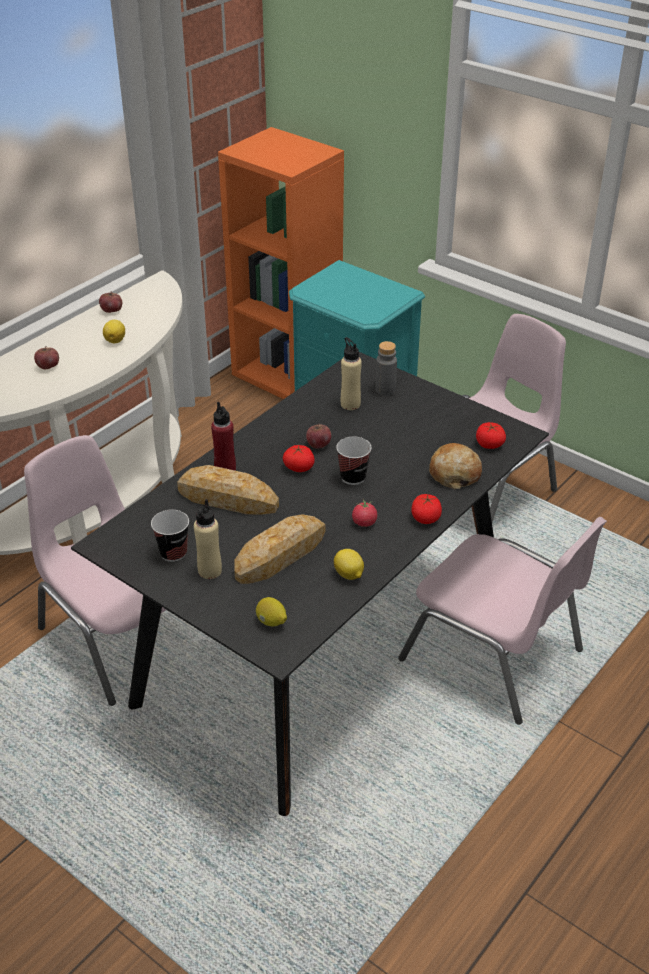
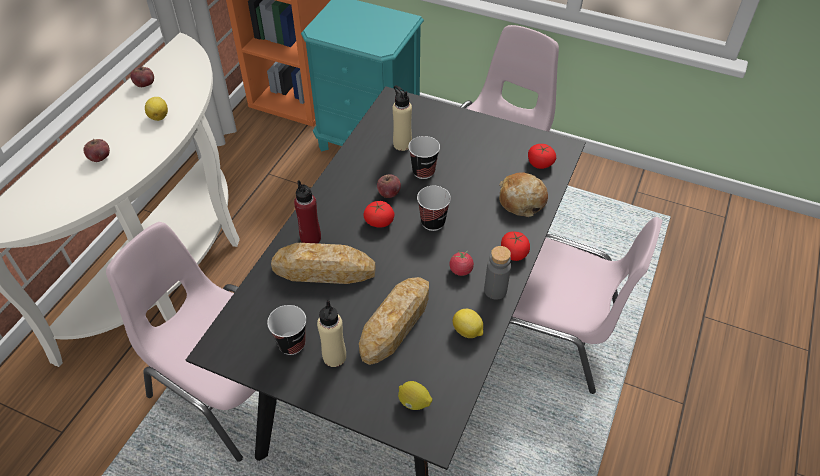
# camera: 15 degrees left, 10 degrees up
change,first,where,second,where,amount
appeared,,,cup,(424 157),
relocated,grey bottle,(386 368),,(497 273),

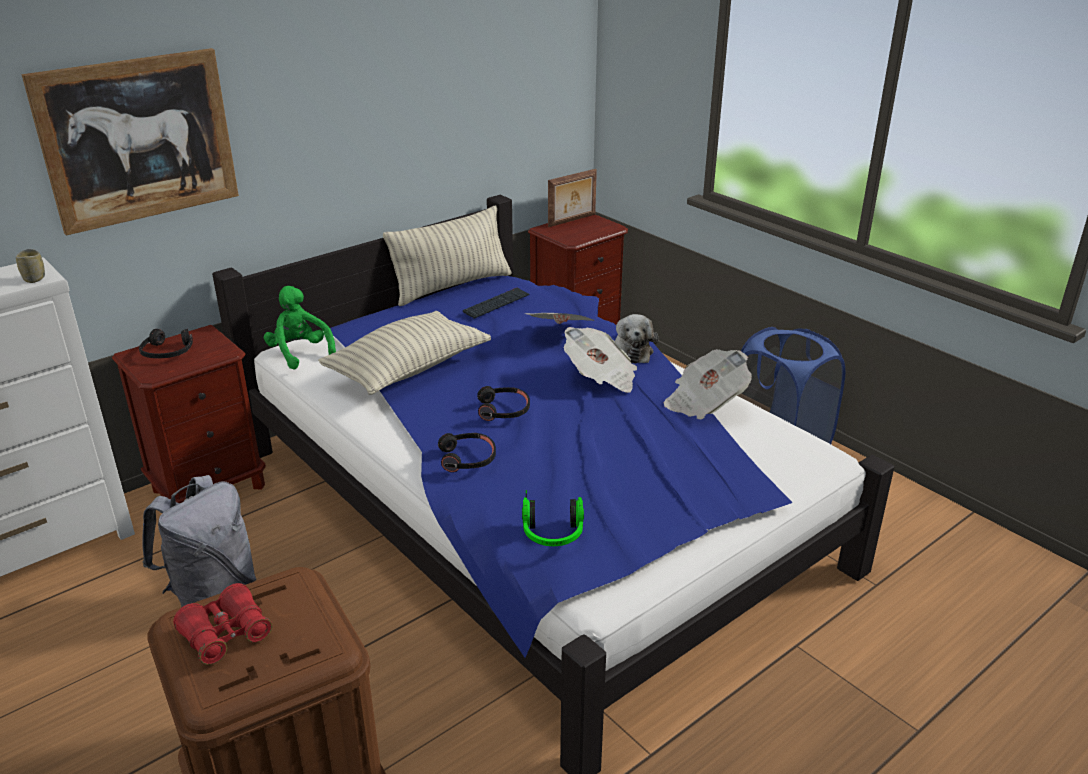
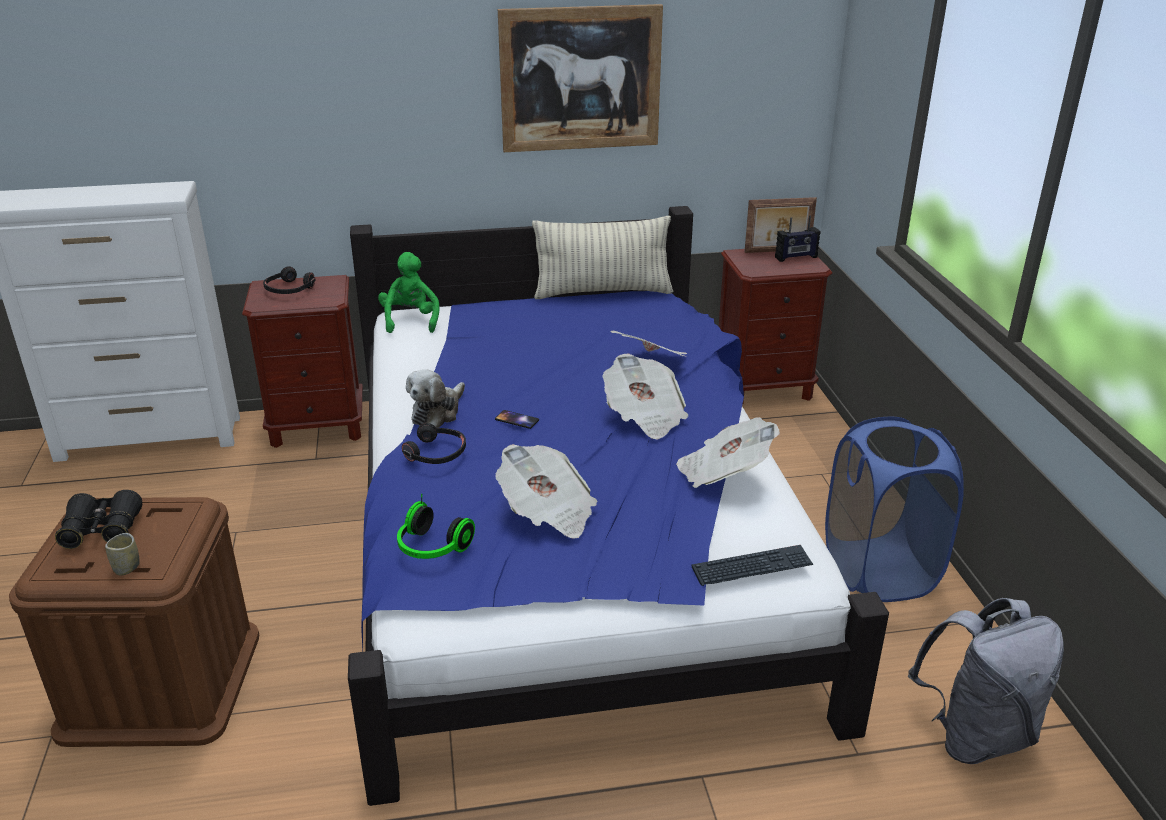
# camera: 30 degrees right, 0 degrees up
change,first,where,second,where,amount
missing,pillow,(404 353),,,
appeared,,,newspaper,(546 491),
appeared,,,radio,(798 238),
relocated,cup,(30 266),,(122 554),
relocated,picture,(130 141),,(580 78),
relocated,grey backpack,(199 541),,(986 681),
relocated,keyboard,(496 303),,(752 565),
relocated,plush toy,(636 338),,(435 398),
exchanged,black headphones,(503 403),phone,(517 419),
colour,red binoculars,(222 624),black binoculars,(98 519),

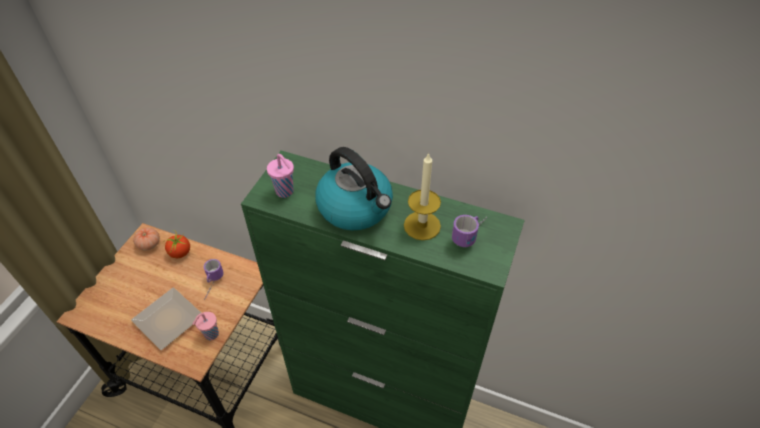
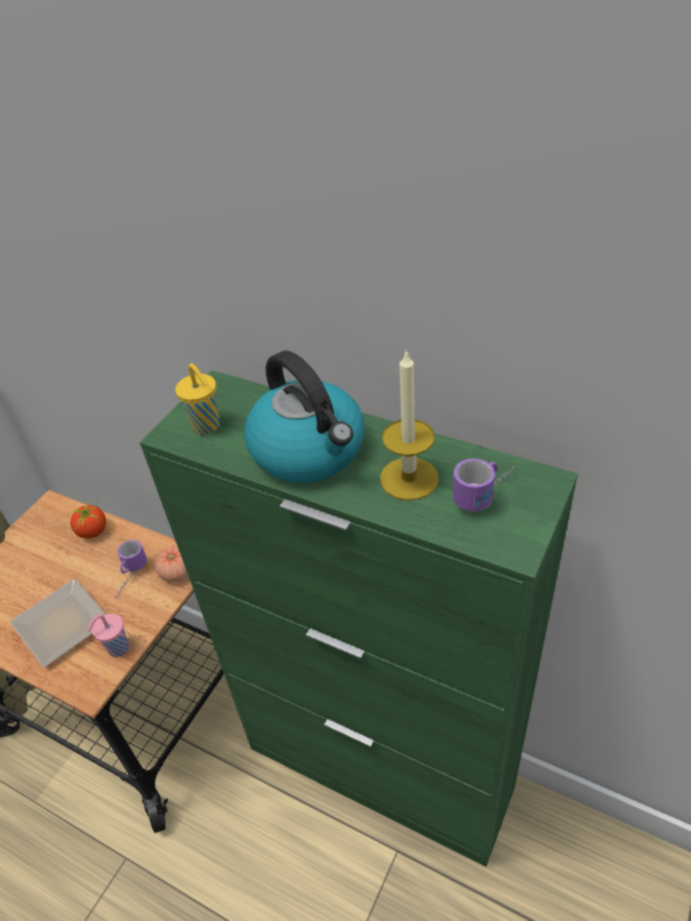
# camera: 10 degrees right, 5 degrees down
change,first,where,second,where,amount
relocated,tomato,(146 239),,(171 564),
colour,pink cup,(280 176),yellow cup,(197 399),

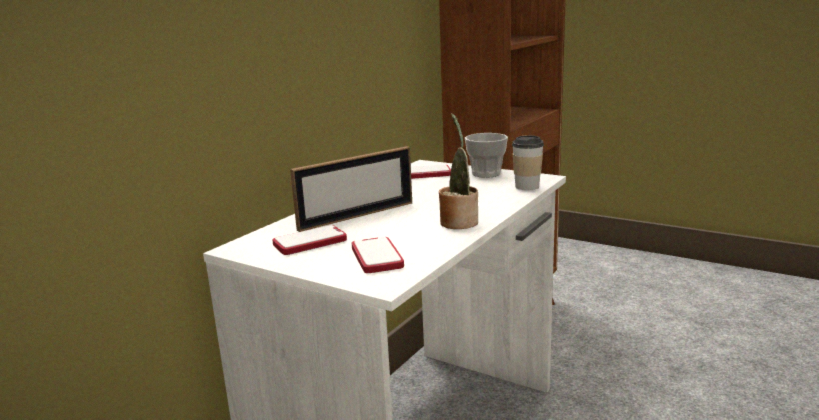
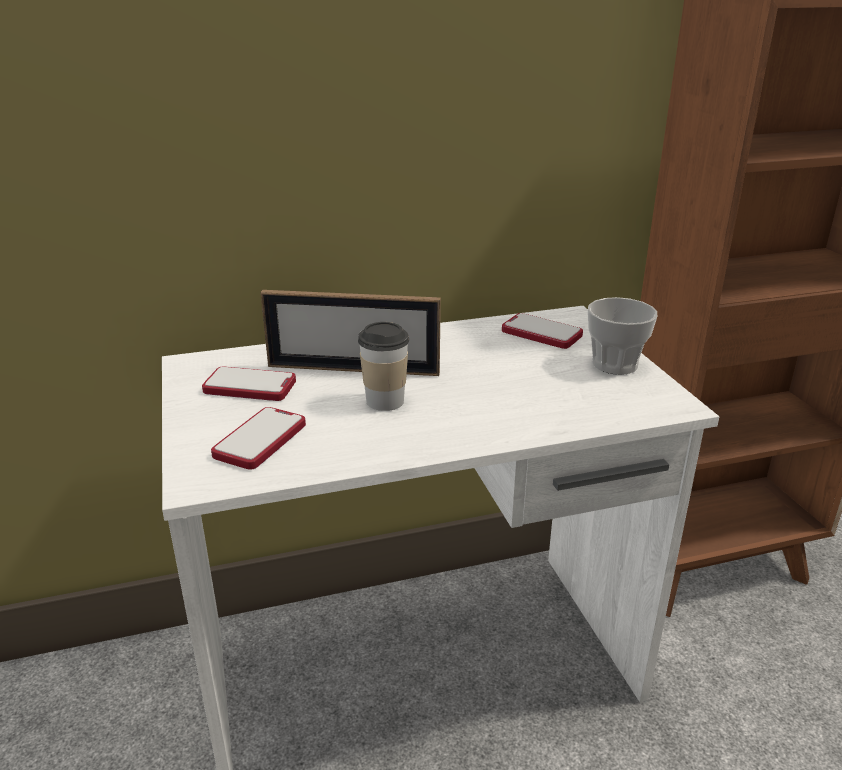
# camera: 40 degrees right, 10 degrees up
change,first,where,second,where,amount
missing,potted plant,(458 171),,,
relocated,cup,(528 162),,(383 366),

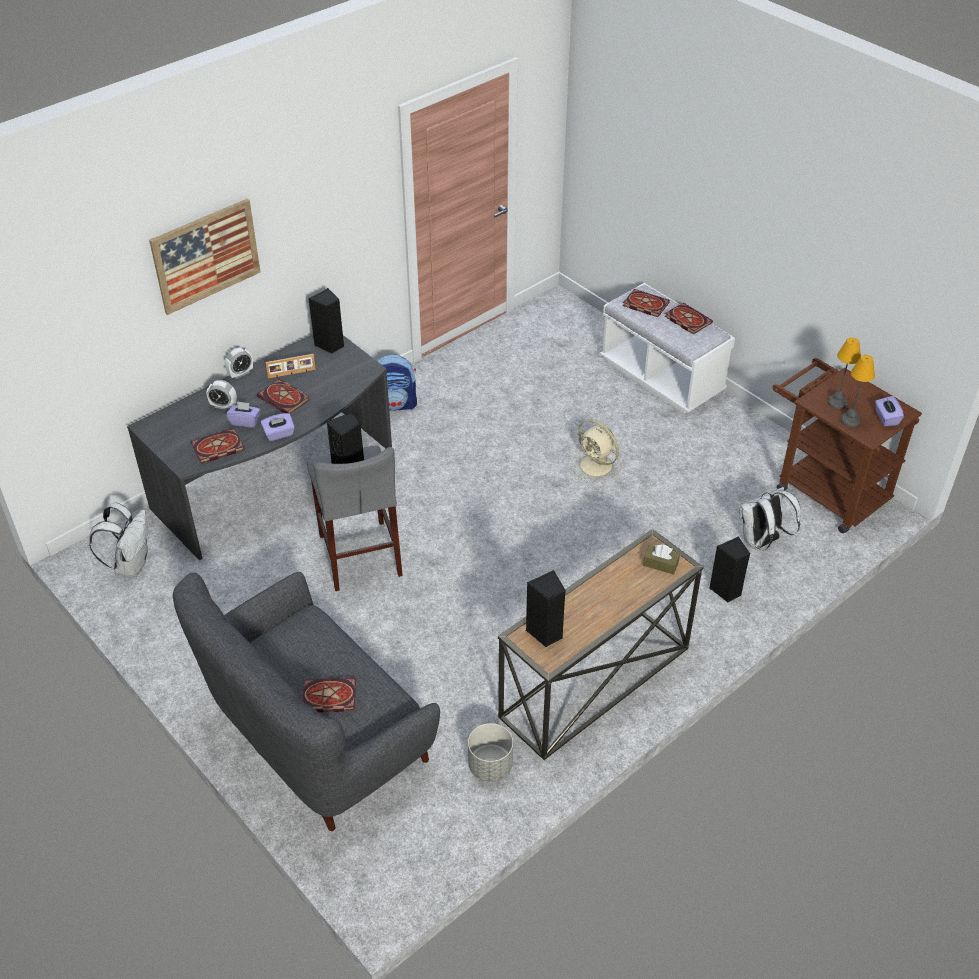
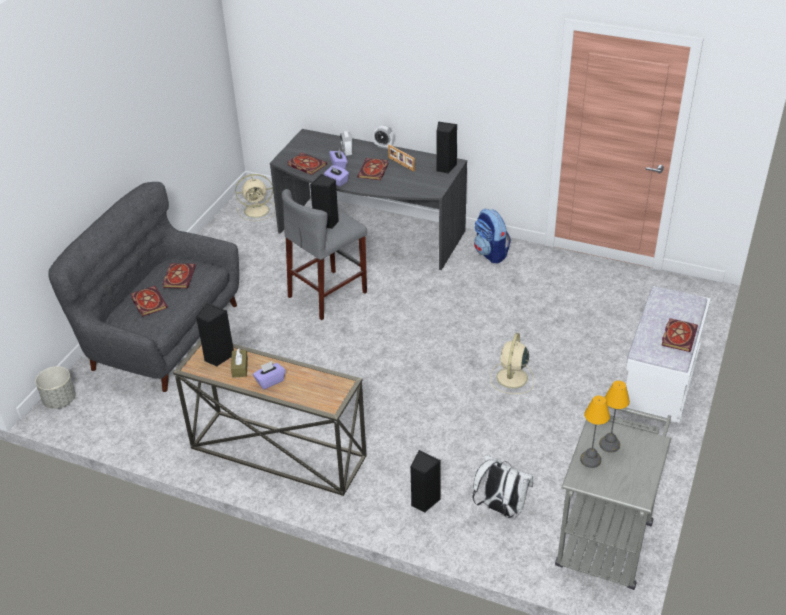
# camera: 65 degrees right, 5 degrees down
change,first,where,second,where,amount
missing,picture,(205 256),,,
relocated,grey planter,(490 752),,(55 387),
relocated,book,(646 303),,(179 275),
relocated,brown tissue box,(661 559),,(239 363),
relocated,purple tissue box,(889 411),,(269 375),
exchanged,white backpack,(118 539),beige fan,(255 197),
colour,brown cart,(847 445),grey cart,(613 498),

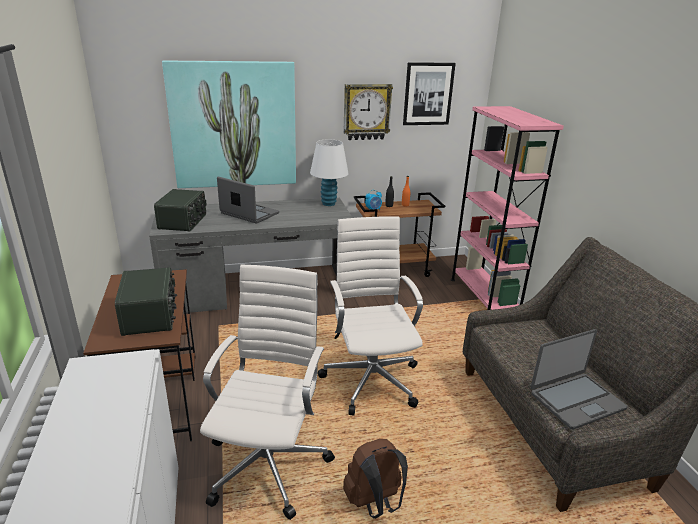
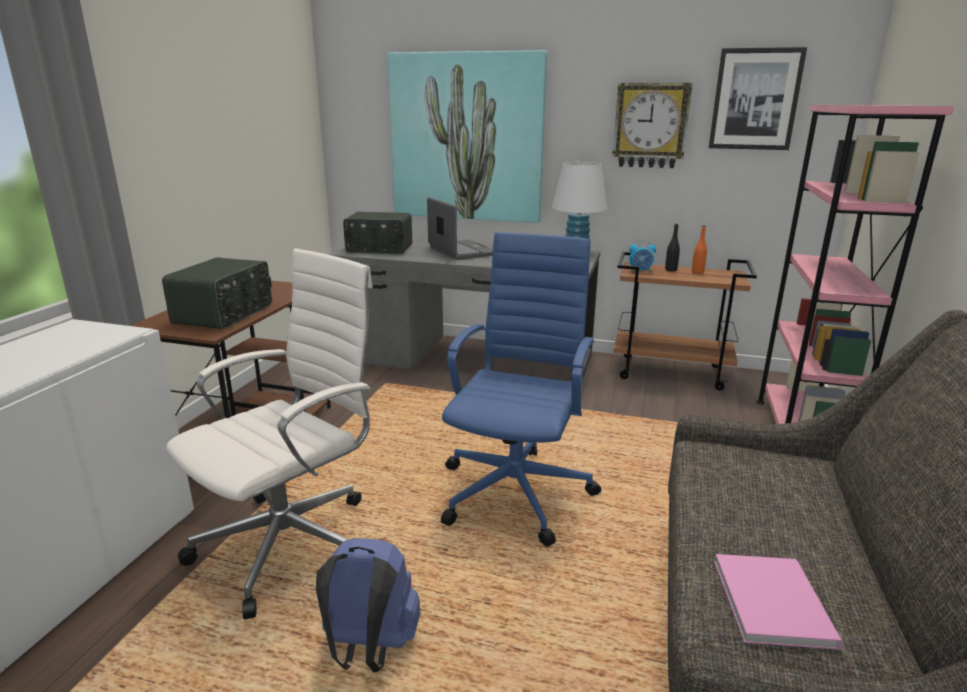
# camera: 30 degrees right, 5 degrees down
change,first,where,second,where,amount
exchanged,laptop,(579 379),pink book,(778 602),
colour,white office chair,(370 315),blue office chair,(521 389),
colour,brown backpack,(375 479),blue backpack,(368 605),
spun,radio,(180 210),,(377 233),60 degrees clockwise

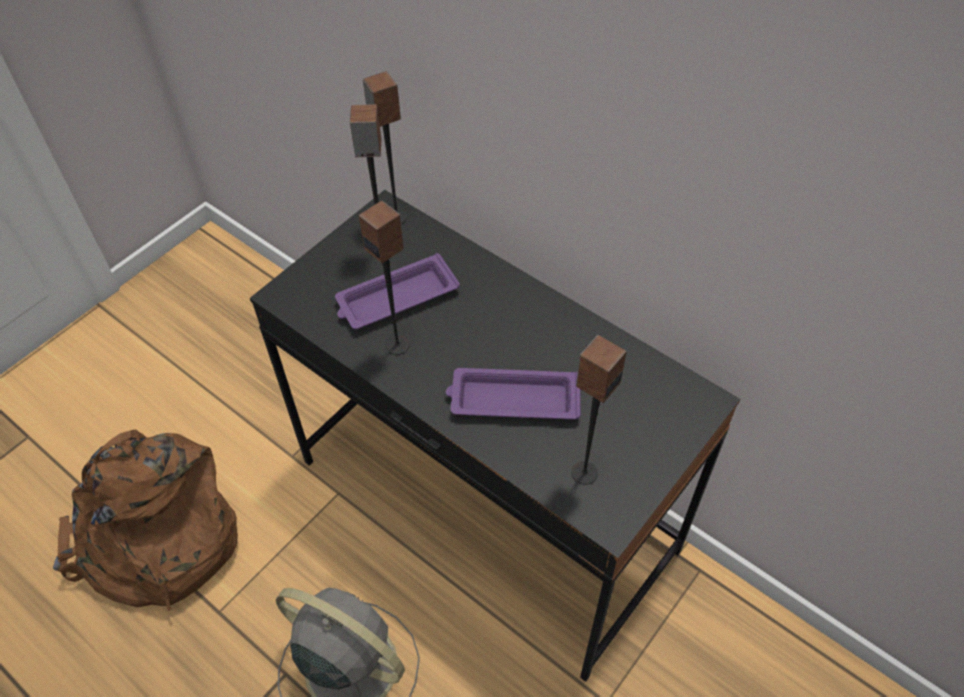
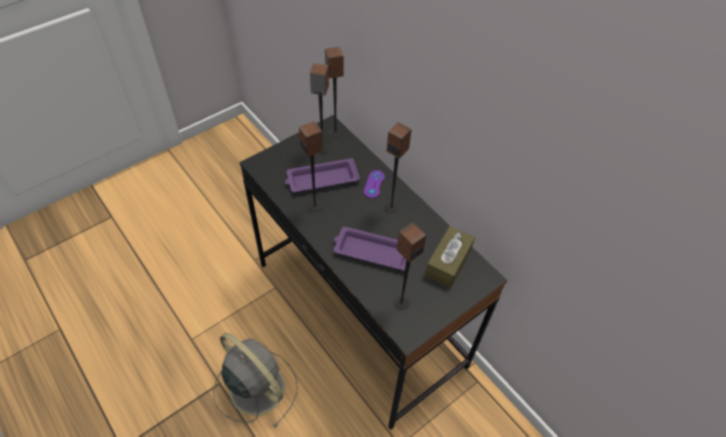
# camera: 10 degrees right, 0 degrees up
change,first,where,second,where,amount
missing,brown backpack,(145 521),,,
appeared,,,purple game controller,(374 184),
appeared,,,speaker,(398 167),
appeared,,,brown tissue box,(450 257),

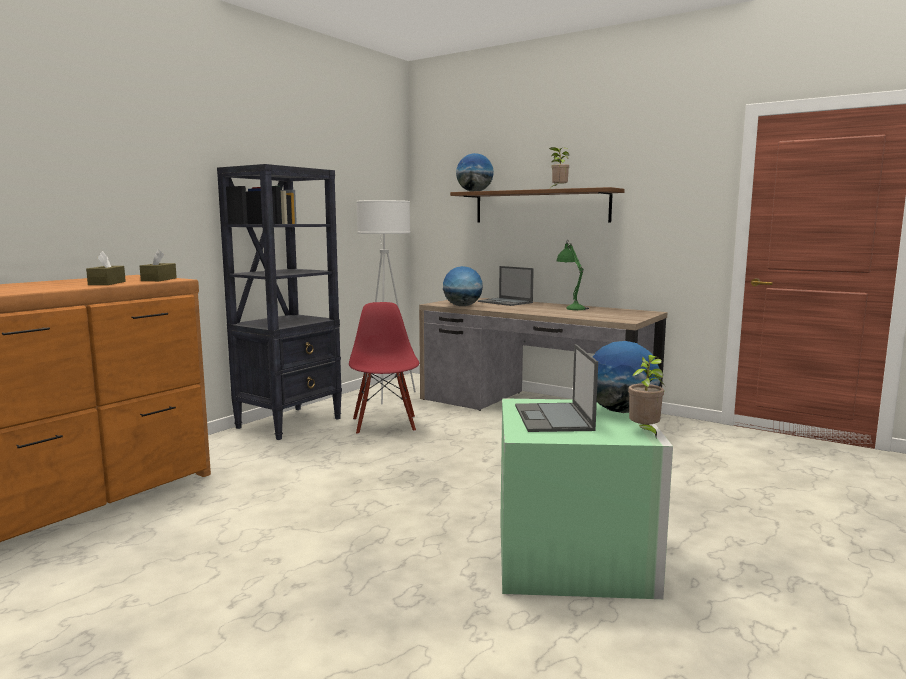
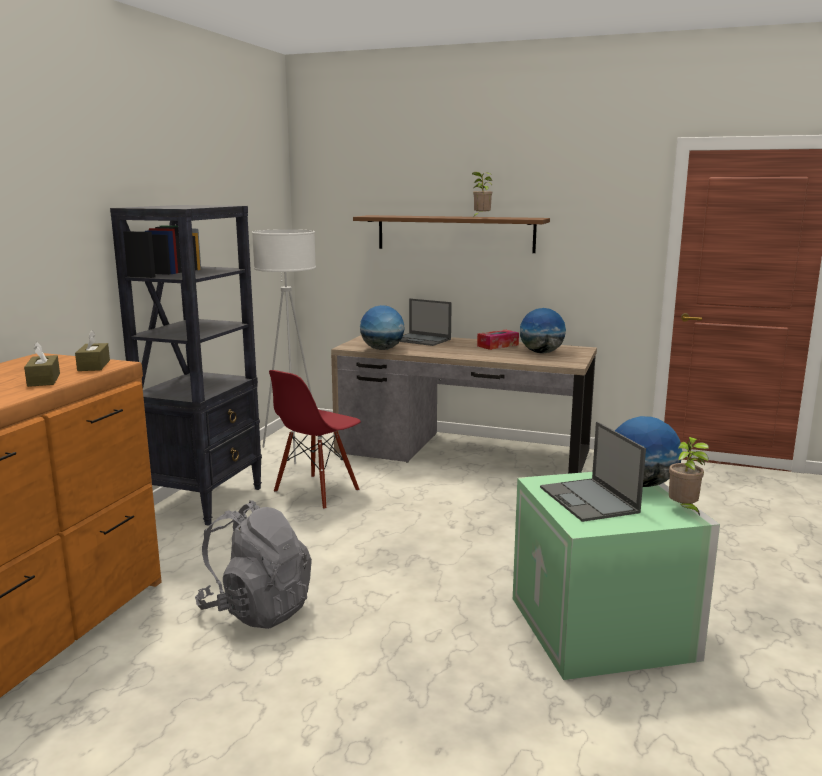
# camera: 15 degrees left, 5 degrees up
change,first,where,second,where,amount
appeared,,,grey backpack,(253 564),
relocated,globe,(475 172),,(543 331),
exchanged,green table lamp,(573 274),tissue box,(498 340),
spun,red chair,(384 368),,(315 440),120 degrees counterclockwise

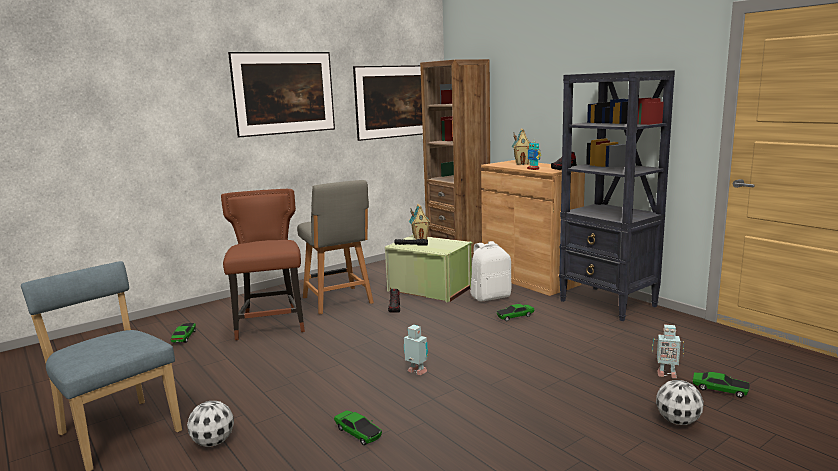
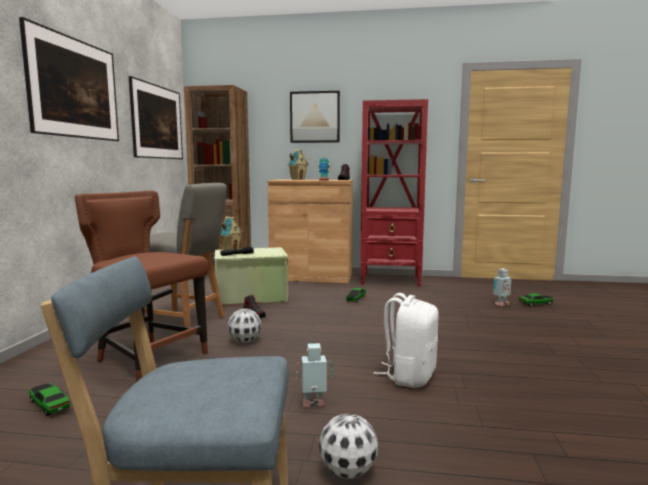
# camera: 45 degrees left, 5 degrees down
change,first,where,second,where,amount
missing,toy car,(358 427),,,
appeared,,,picture,(315 117),
relocated,toy robot,(416 350),,(314 375),
relocated,white backpack,(490 271),,(406 340),
relocated,football,(680 402),,(244 325),
colour,black bookcase,(617 195),red bookcase,(394 193),

